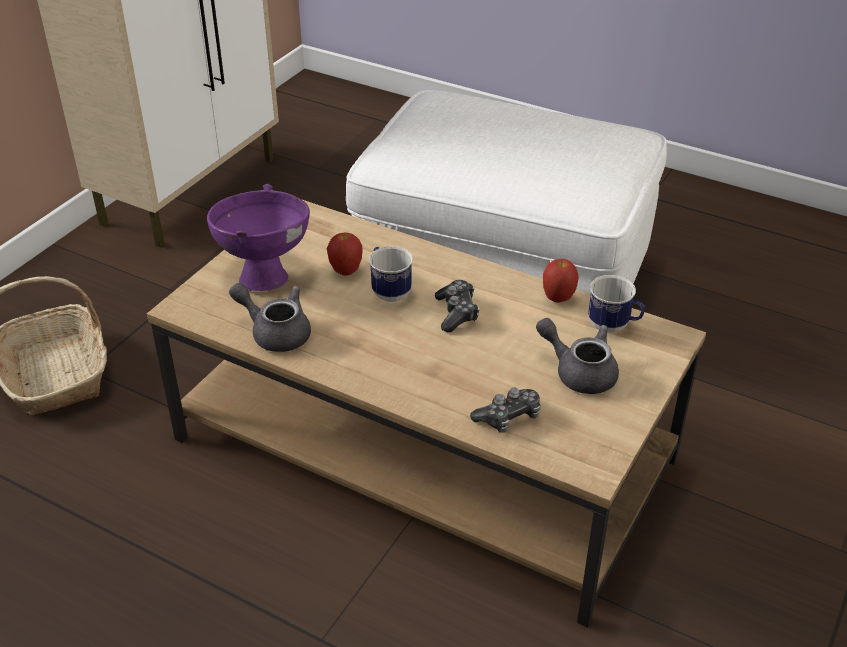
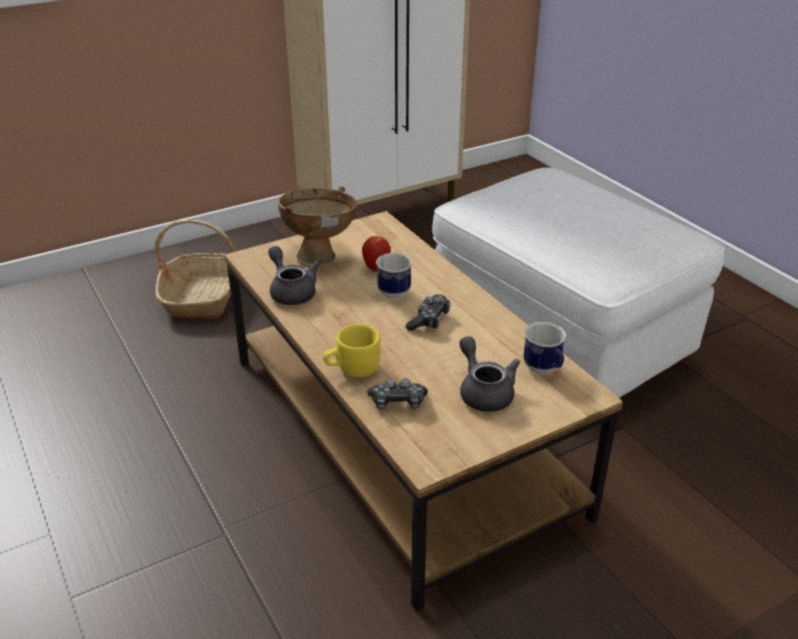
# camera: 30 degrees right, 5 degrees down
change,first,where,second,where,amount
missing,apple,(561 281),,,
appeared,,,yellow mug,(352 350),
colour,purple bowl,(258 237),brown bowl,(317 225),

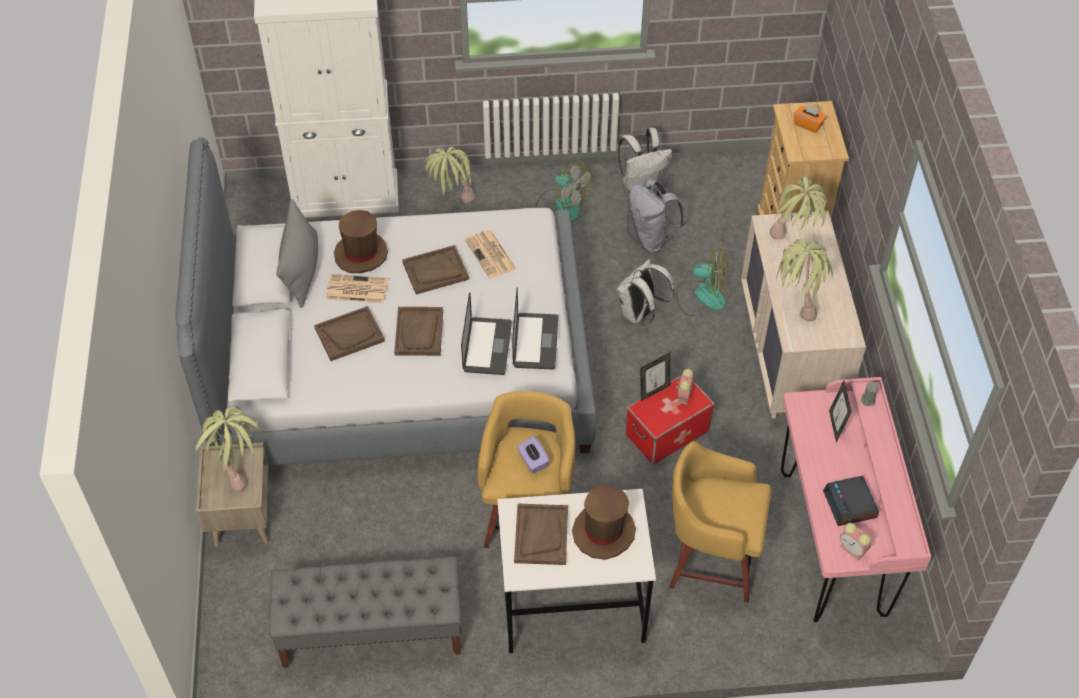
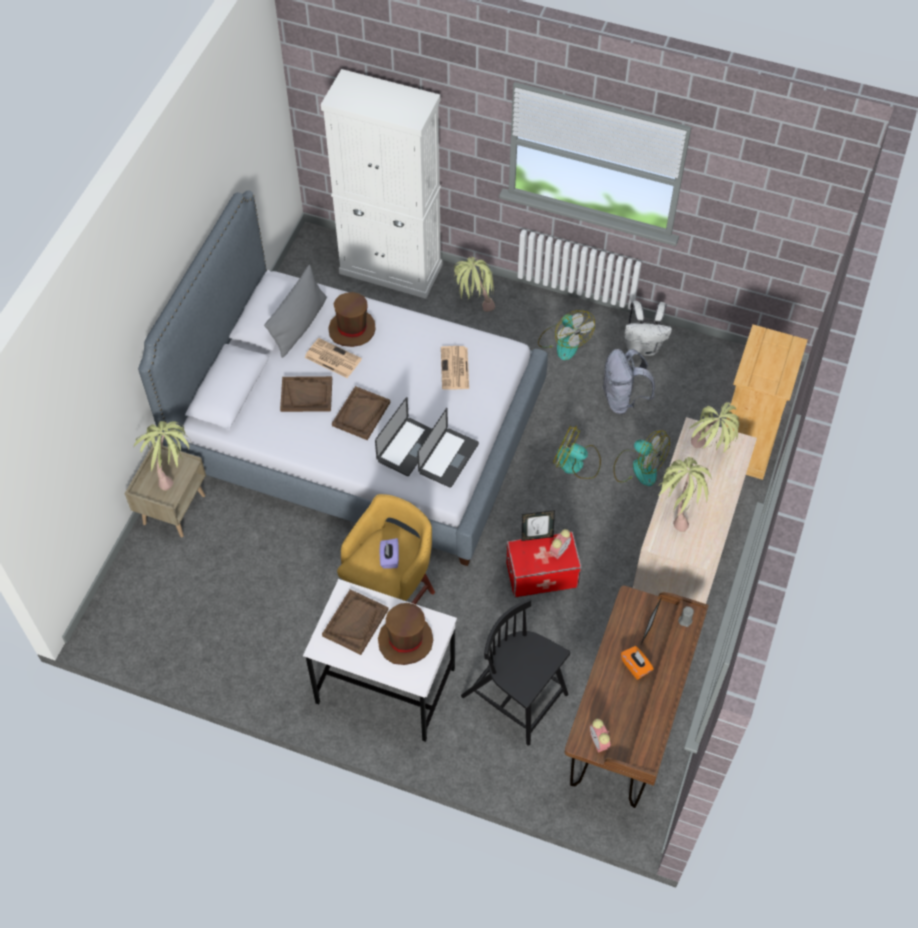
# camera: 25 degrees right, 5 degrees up
change,first,where,second,where,amount
missing,grey bench,(365 612),,,
missing,brown tray,(435 269),,,
missing,alarm clock,(851 501),,,
relocated,orange tissue box,(810 118),,(637 663),
exchanged,white backpack,(645 292),fan,(577 452),
exchanged,yellow stool,(720 522),black chair,(515 671),
colour,pink desk,(856 499),brown desk,(637 697),

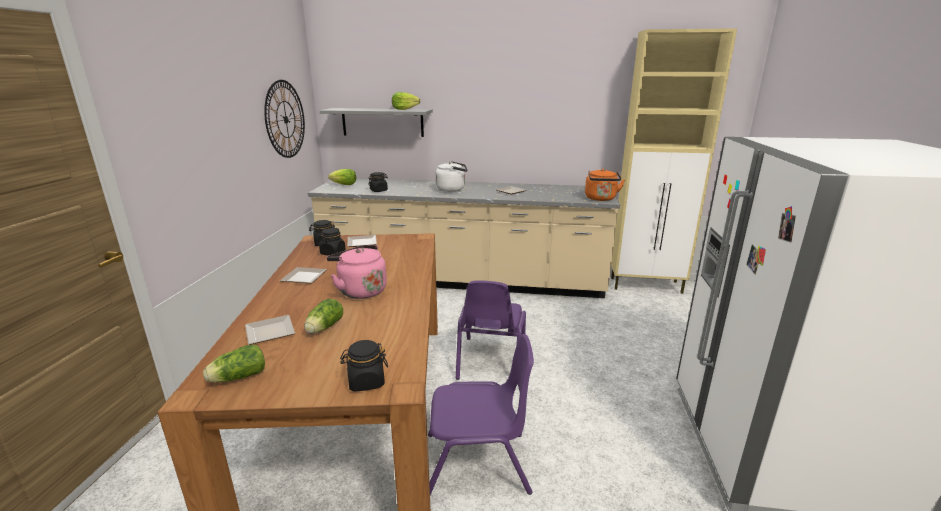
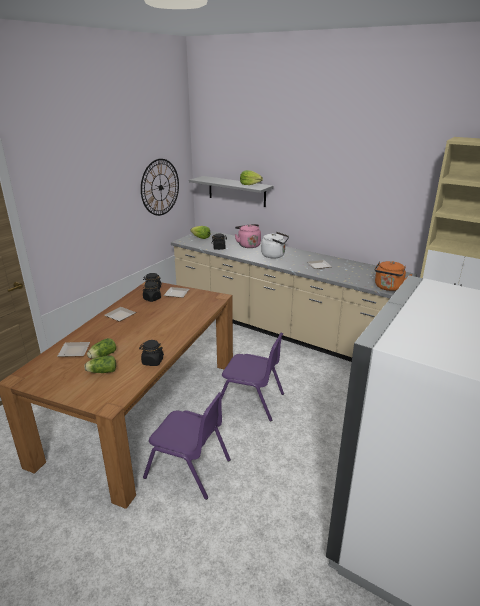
# camera: 25 degrees right, 5 degrees up
change,first,where,second,where,amount
relocated,lettuce,(234 363),,(100 364),
relocated,pink kettle,(357 272),,(248 236),
relocated,black jar,(364 366),,(151 353),
spun,purple chair,(491 330),,(252 376),105 degrees counterclockwise

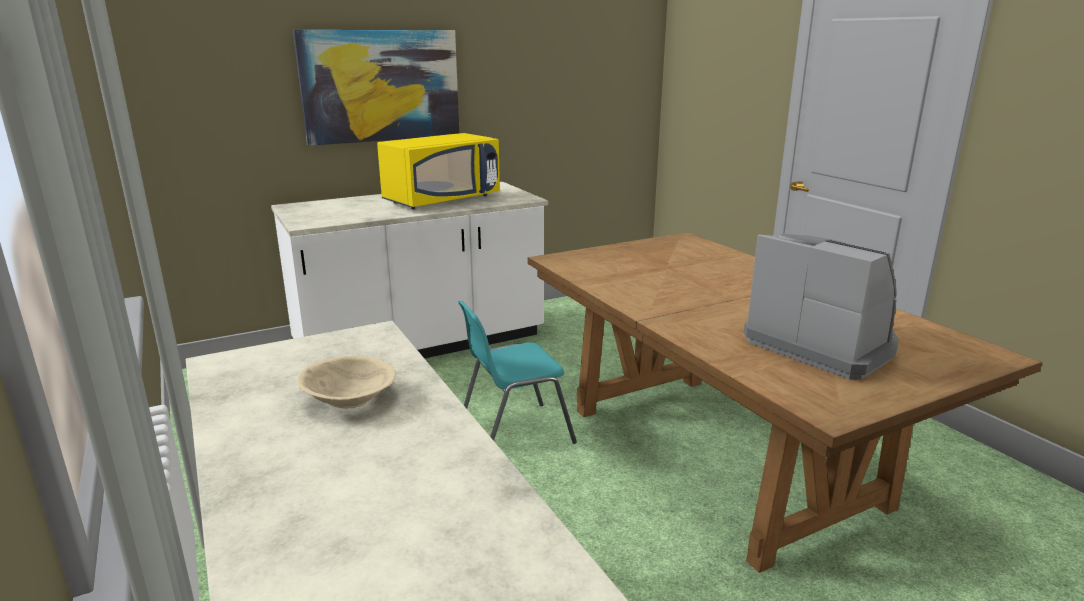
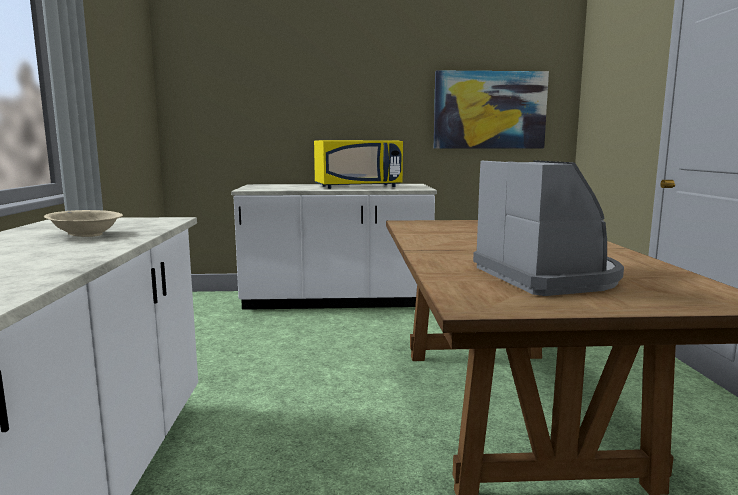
# camera: 25 degrees right, 10 degrees down
change,first,where,second,where,amount
missing,turquoise chair,(517 372),,,
relocated,picture,(376 88),,(491 109),

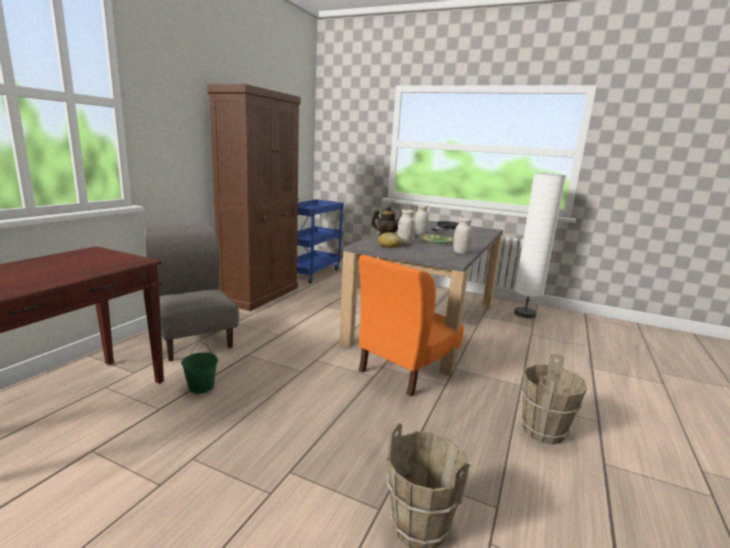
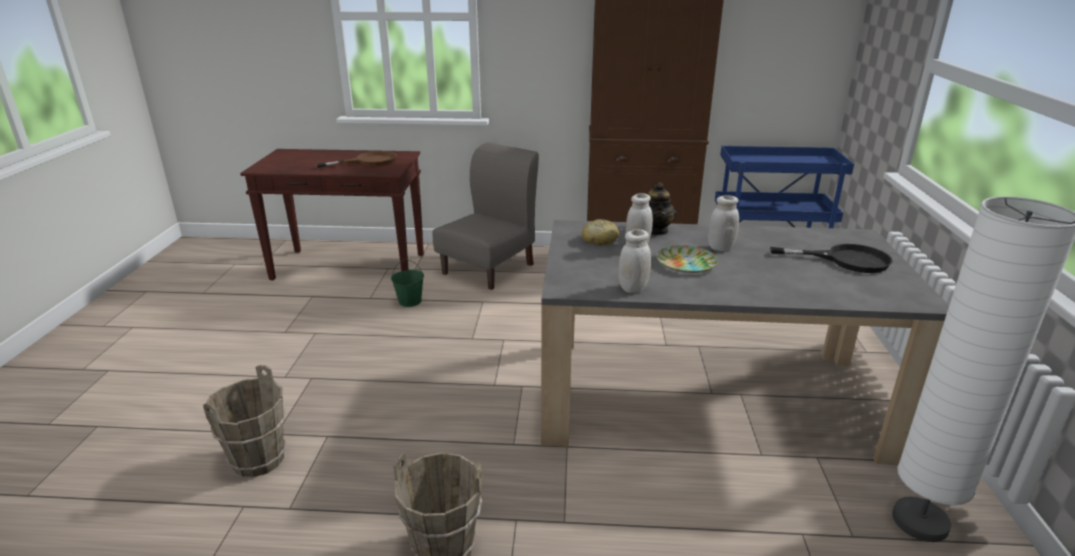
# camera: 70 degrees right, 10 degrees up
change,first,where,second,where,amount
missing,orange chair,(411 325),,,
appeared,,,brown frying pan,(356 159),

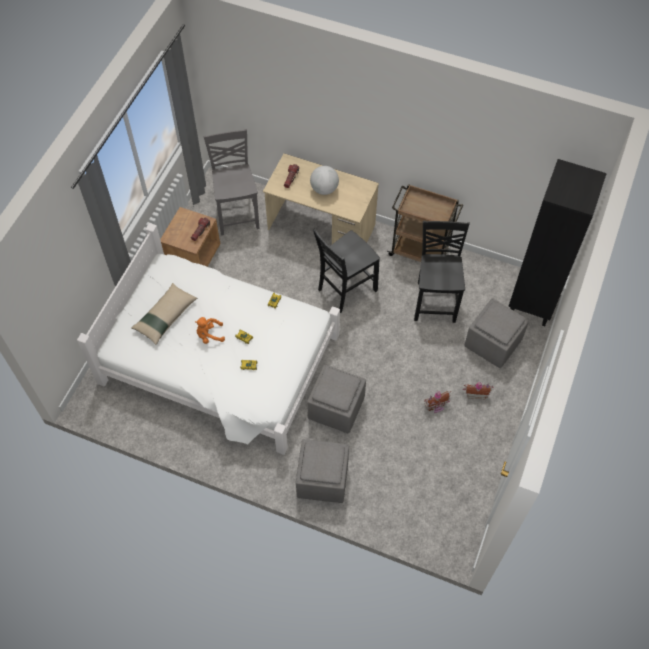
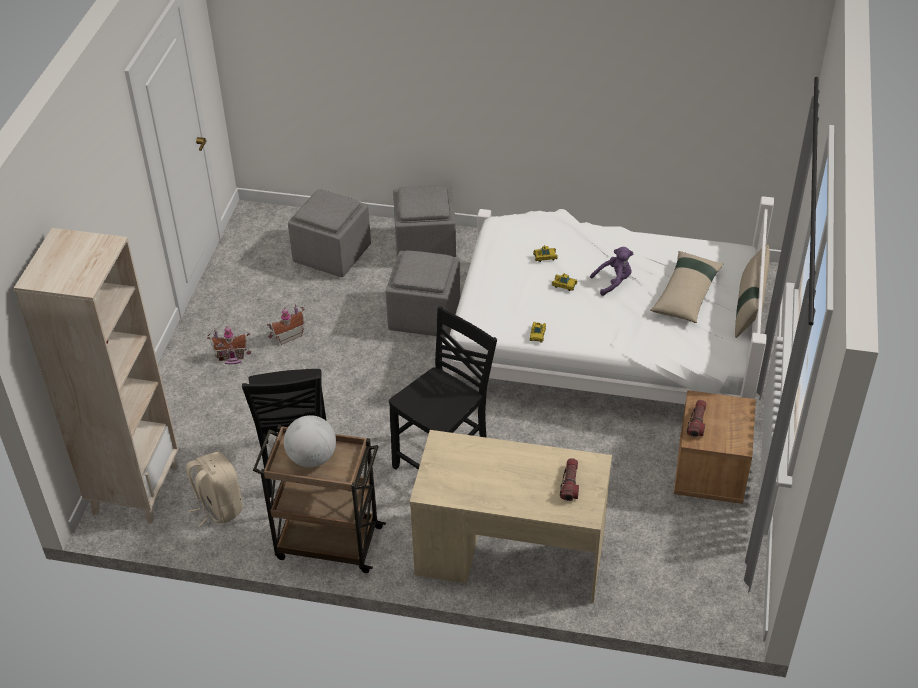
# camera: 170 degrees right, 15 degrees down
change,first,where,second,where,amount
missing,grey chair,(231 182),,,
appeared,,,beige backpack,(214 489),
appeared,,,beige pillow,(752 291),
relocated,globe,(324 180),,(310 441),
relocated,grey ottoman,(496 333),,(329 233),
colour,orange plush toy,(210 330),purple plush toy,(611 271),
colour,black bookcase,(557 242),beige bookcase,(96 376),

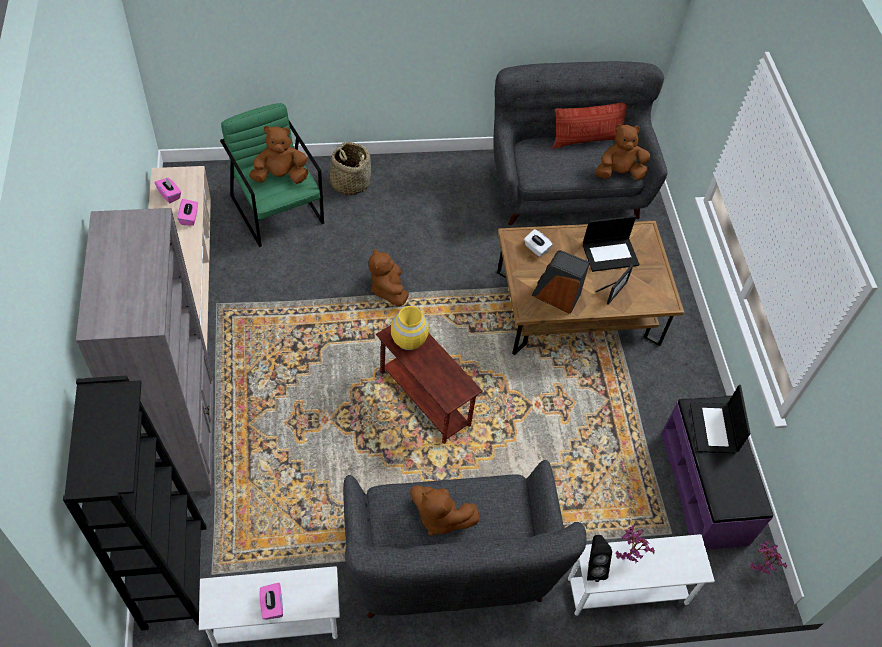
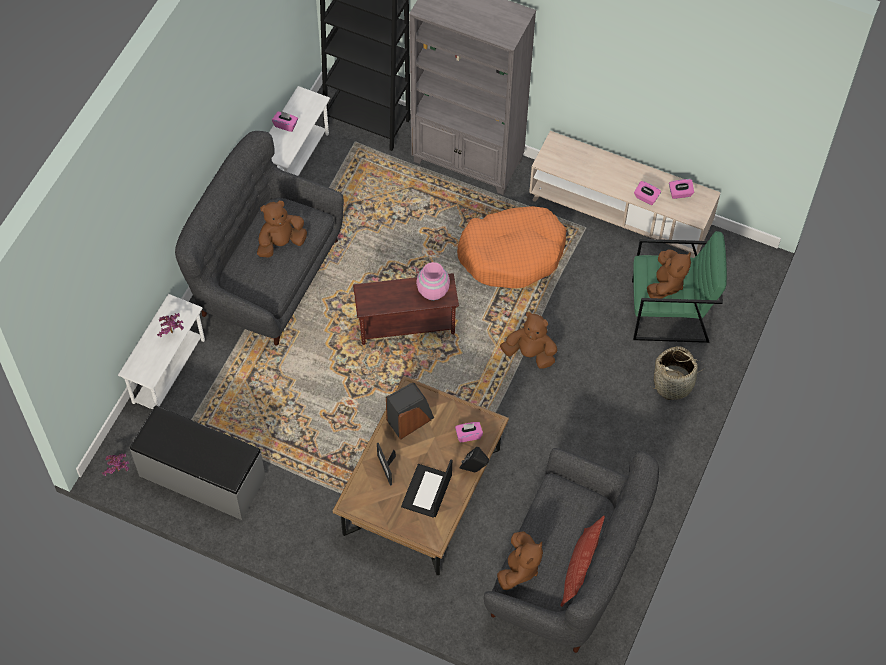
# camera: 125 degrees right, 5 degrees up
change,first,where,second,where,amount
missing,laptop,(720 419),,,
appeared,,,orange dog bed,(511 247),
relocated,black speaker,(599 558),,(474 459),
colour,yellow vase,(410 328),pink vase,(433 281),
colour,white tissue box,(538 243),pink tissue box,(469 432),
colour,purple bench,(717 472),grey bench,(198 463),

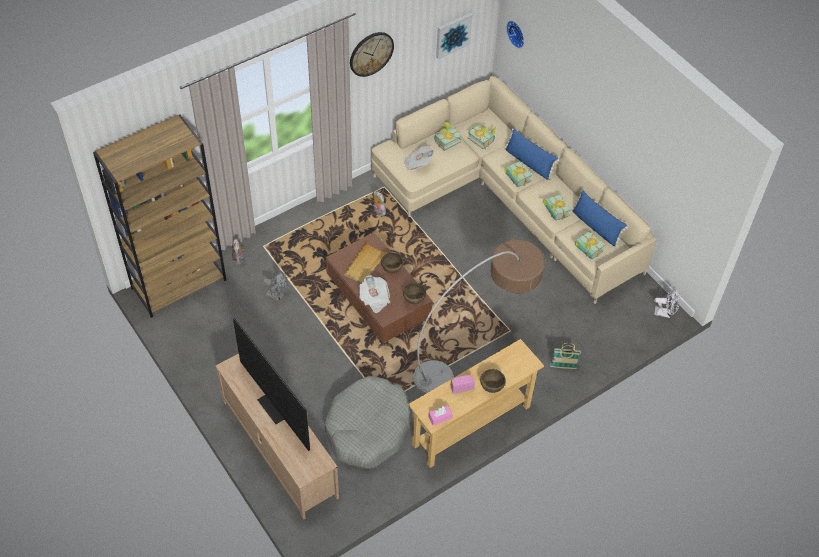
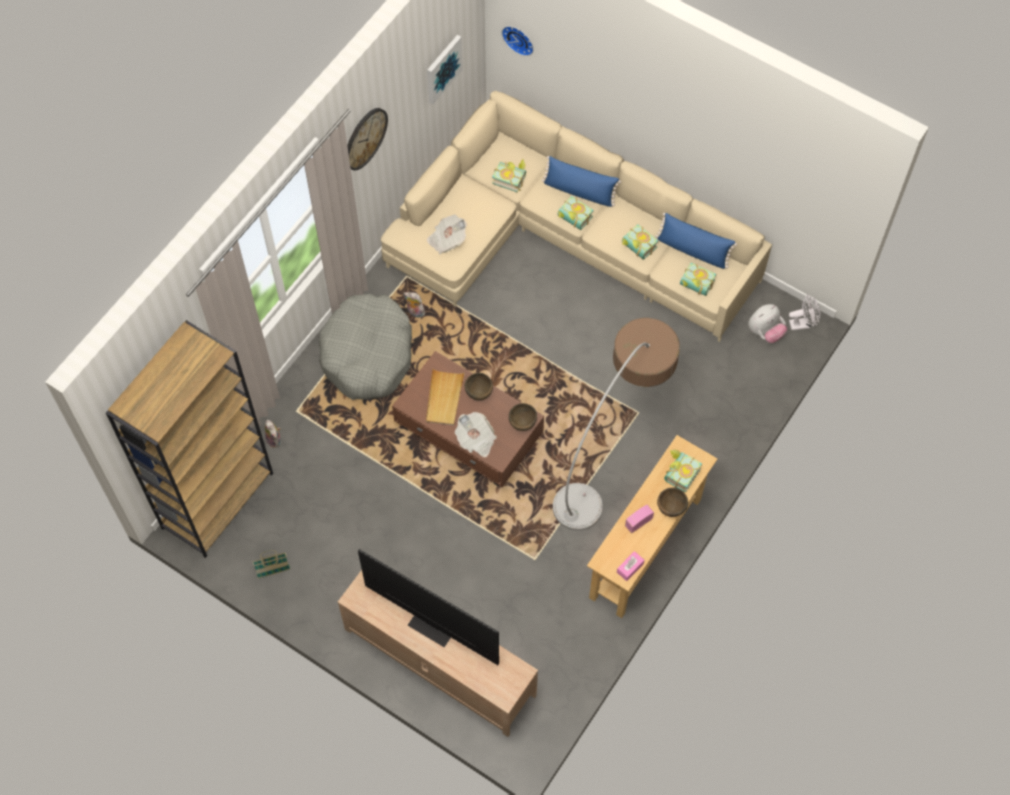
# camera: 20 degrees left, 10 degrees up
change,first,where,second,where,amount
missing,grey fan,(275 286),,,
appeared,,,plush toy,(767 323),
relocated,grey dog bed,(368 422),,(365 347),
relocated,book,(448 136),,(683 471),
relocated,basket,(565 356),,(271 564),

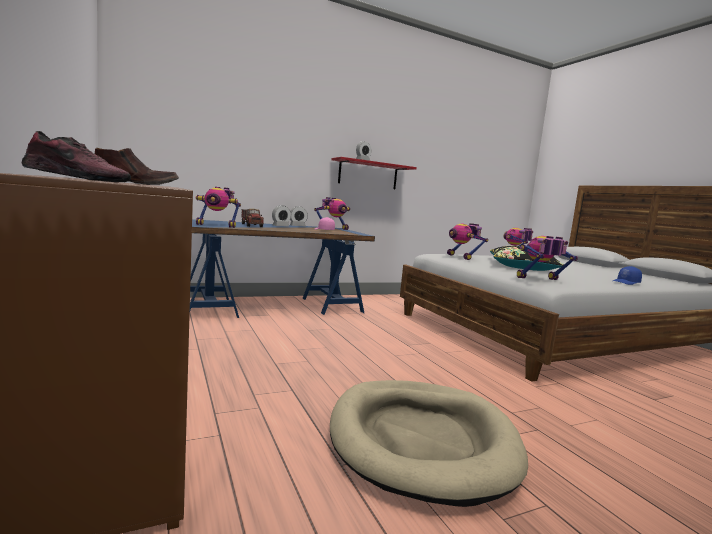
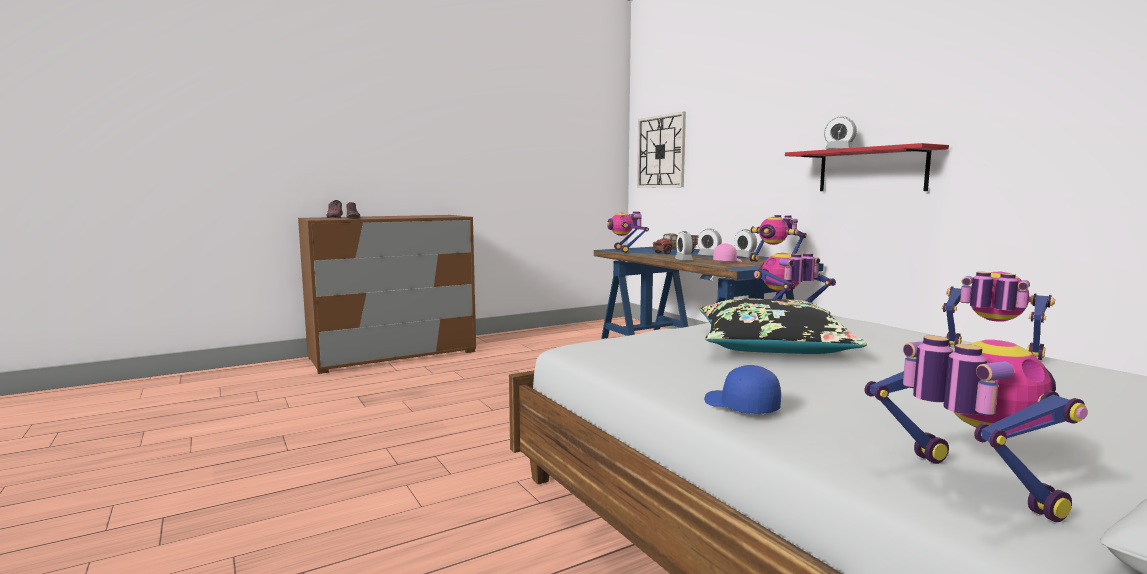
# camera: 85 degrees right, 0 degrees up
change,first,where,second,where,amount
missing,beige dog bed,(429 443),,,
appeared,,,wall clock,(661 150),
appeared,,,alarm clock,(684 245),
relocated,toy robot,(547 258),,(976 429),

